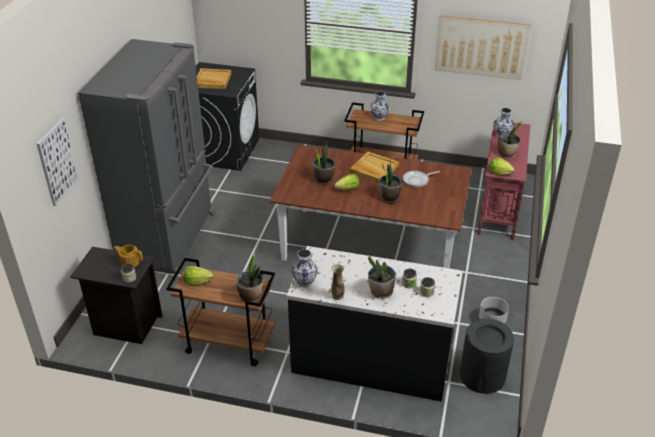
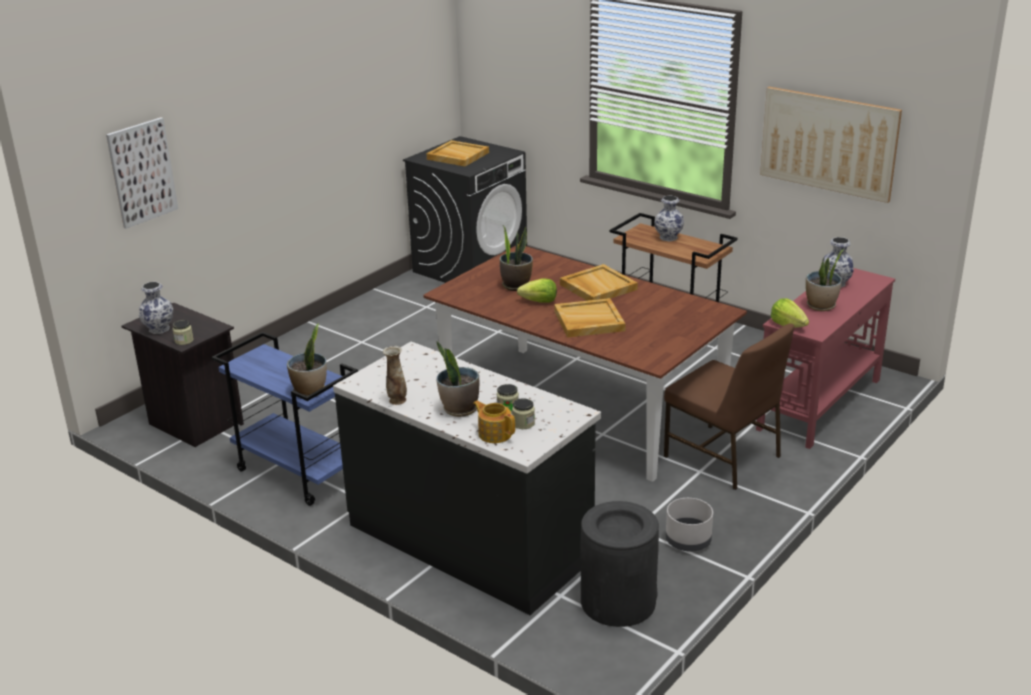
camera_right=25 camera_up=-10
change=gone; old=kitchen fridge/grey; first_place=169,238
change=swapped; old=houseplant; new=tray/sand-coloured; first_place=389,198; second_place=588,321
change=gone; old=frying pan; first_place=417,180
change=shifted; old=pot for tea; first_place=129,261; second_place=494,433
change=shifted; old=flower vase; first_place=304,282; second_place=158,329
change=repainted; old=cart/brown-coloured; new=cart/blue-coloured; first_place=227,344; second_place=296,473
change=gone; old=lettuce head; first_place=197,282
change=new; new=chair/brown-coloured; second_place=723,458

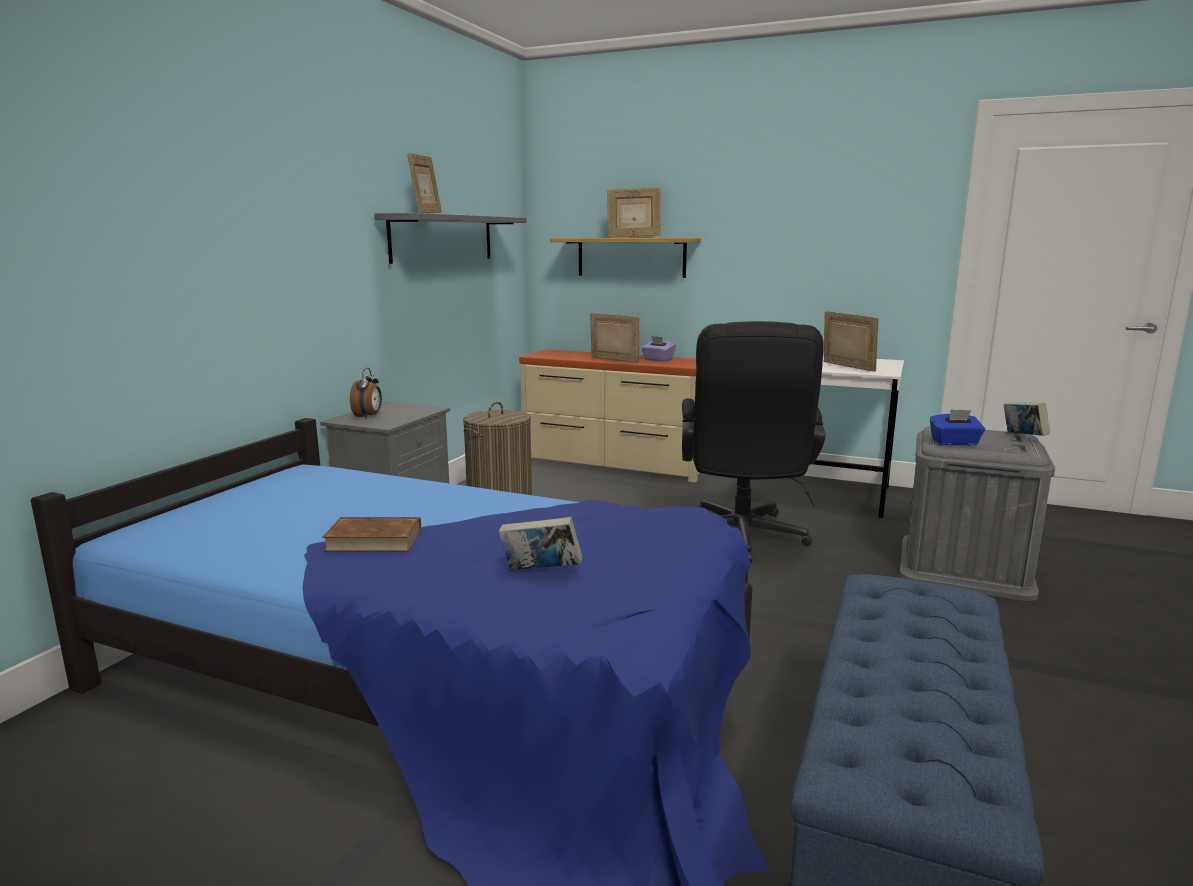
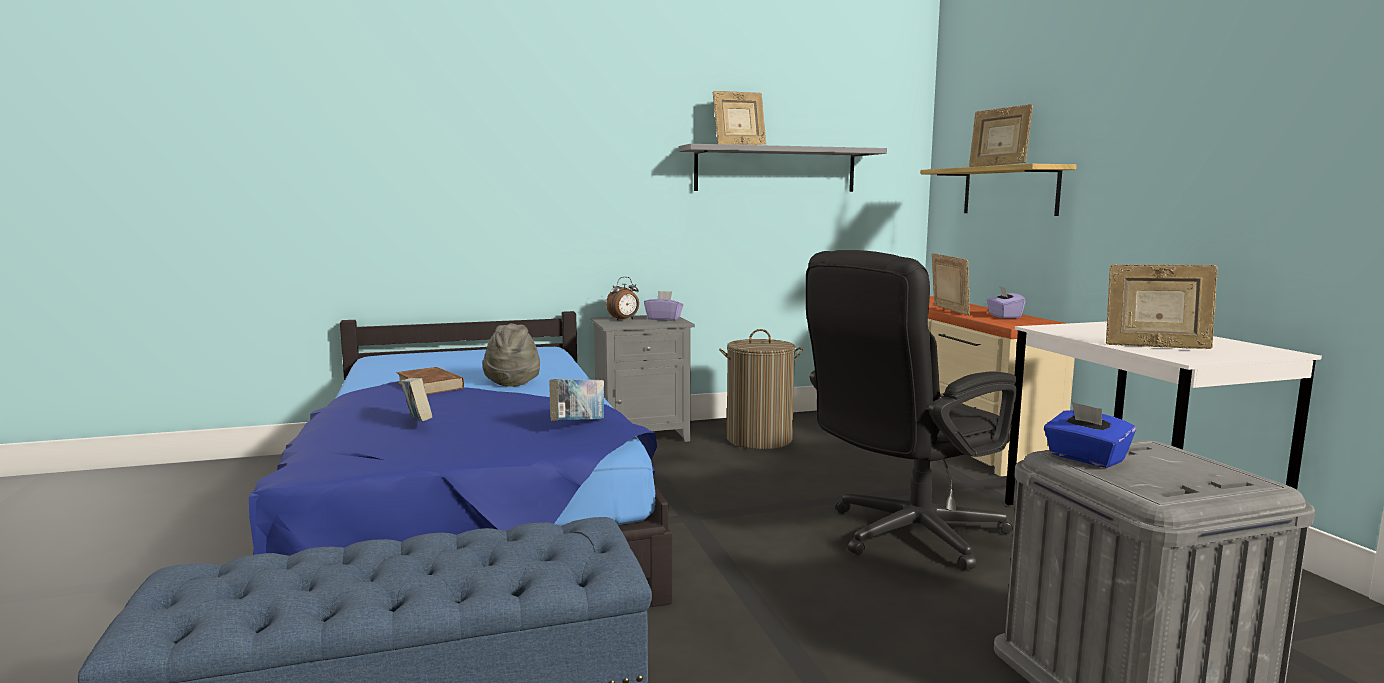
camera_right=50 camera_up=-5
change=rotated; old=picture frame; first_place=847,368; second_place=1155,347; degrees=105
change=shifted; old=bound book; first_place=1023,437; second_place=578,424
change=new; new=box of tissues/purple-coloured; second_place=664,319
change=new; new=clothing hat/grey; second_place=512,381

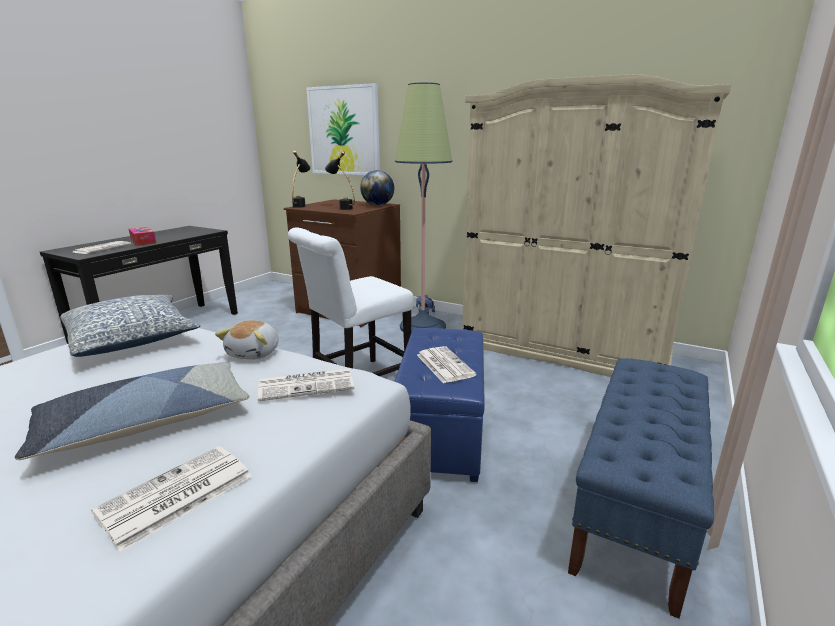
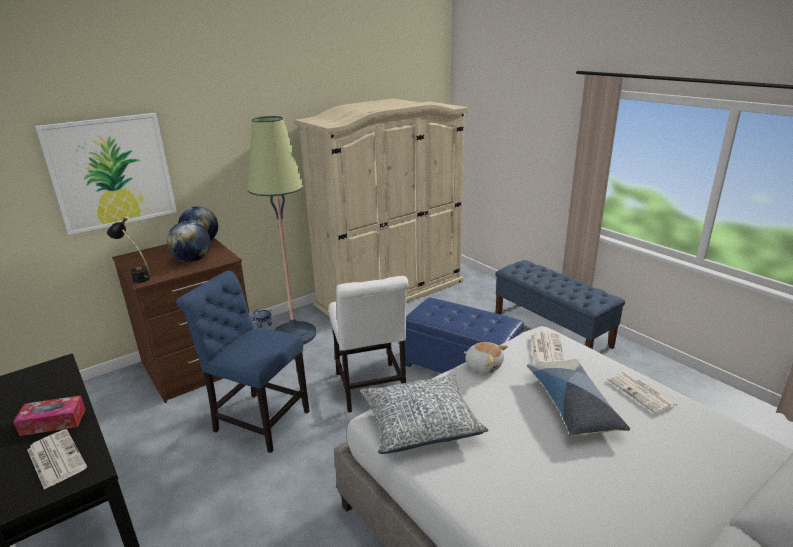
camera_right=-65 camera_up=5
change=swapped; old=table lamp/blackish; new=world globe; first_place=342,208; second_place=192,260
change=gone; old=newspaper; first_place=444,365
change=new; new=chair/blue-coloured; second_place=258,420

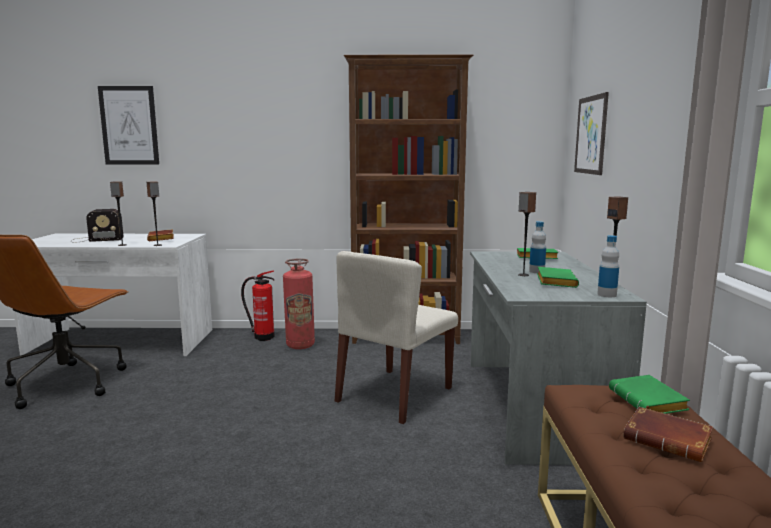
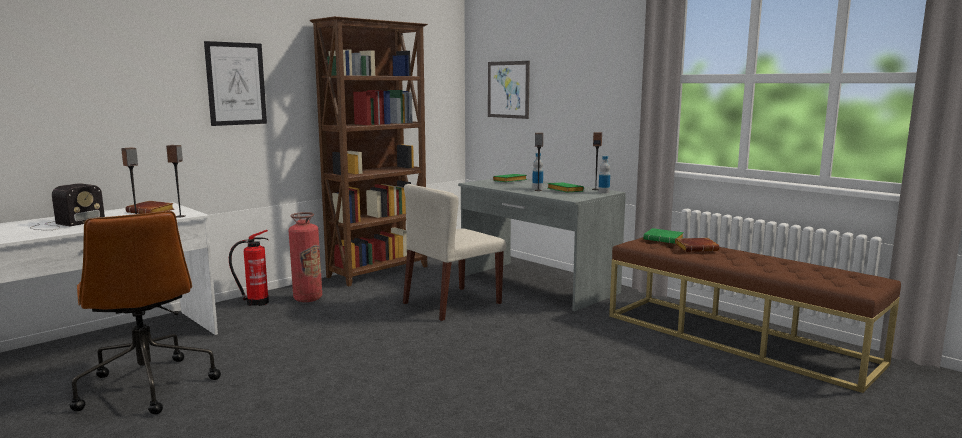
camera_right=-45 camera_up=0
change=shifted; old=wall picture; first_place=129,125; second_place=236,84
change=rotated; old=chair/sand-coloured; first_place=394,395; second_place=452,303; degrees=60

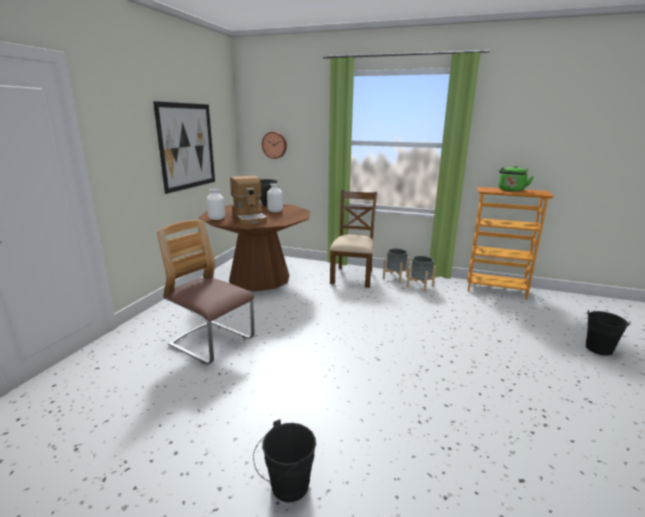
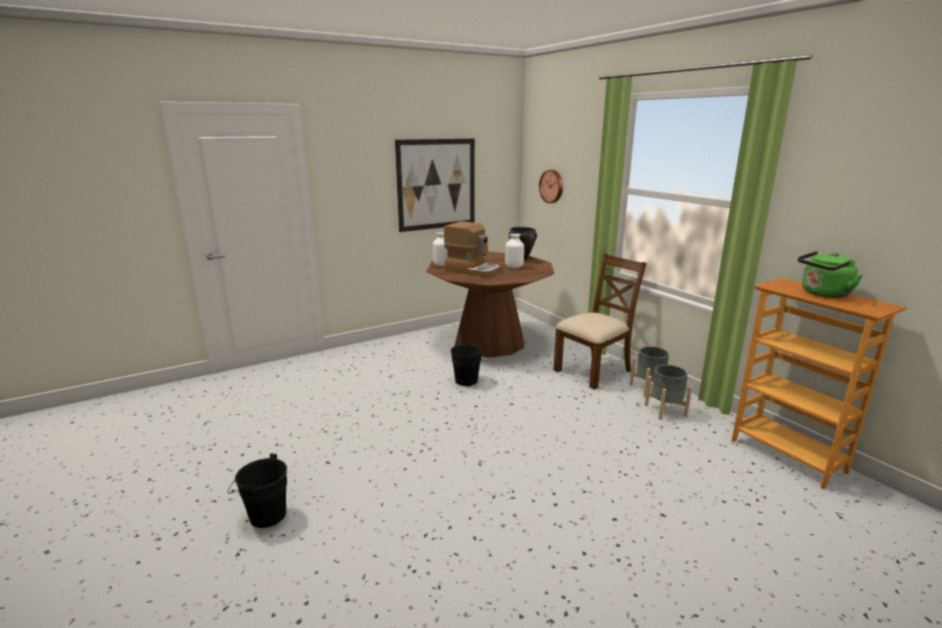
camera_right=40 camera_up=0
change=rotated; old=coffee brewer; first_place=250,218; second_place=472,270; degrees=-75
change=gone; old=chair; first_place=212,343
change=shifted; old=bucket/blackish; first_place=599,348; second_place=469,380

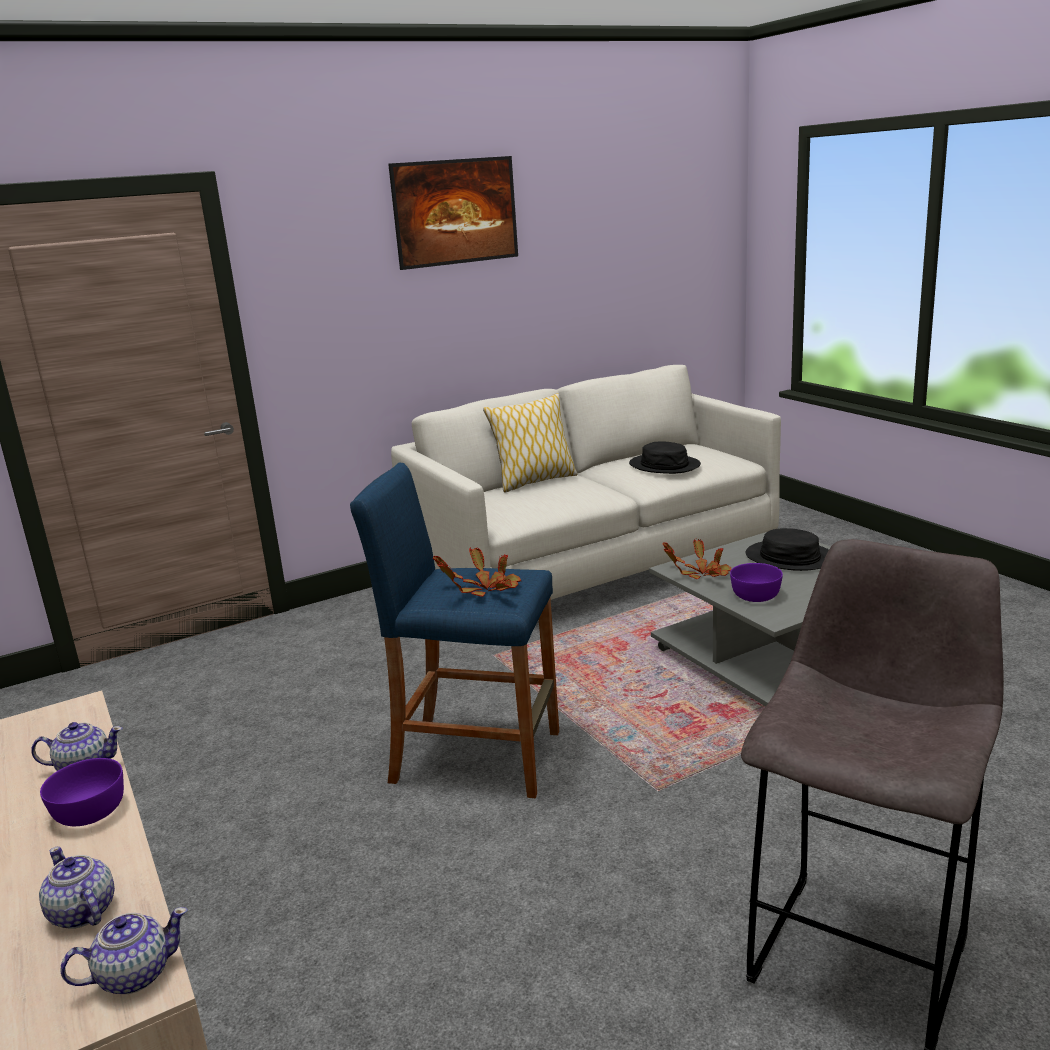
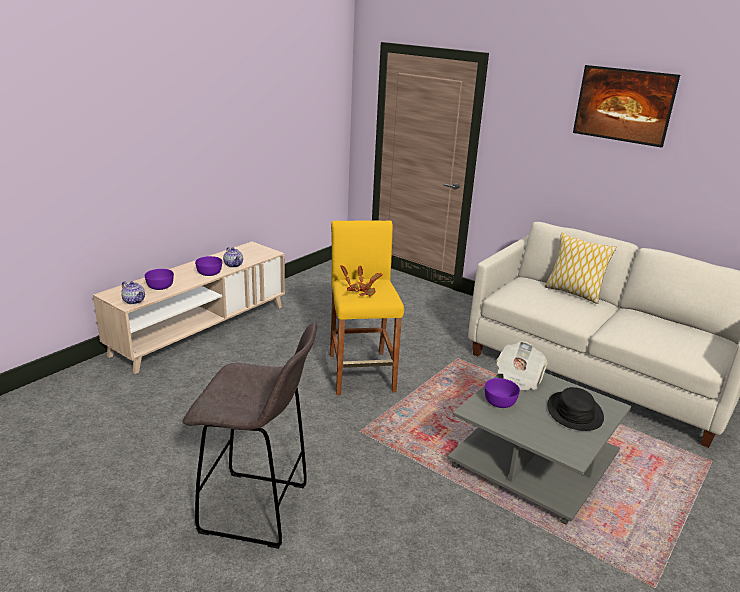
camera_right=65 camera_up=5
change=gone; old=clothing hat/blackish; first_place=664,465
change=repainted; old=stool seat/blue-coloured; new=stool seat/yellowish; first_place=477,756; second_place=361,373
change=swapped; old=houseplant; new=newspaper; first_place=700,573; second_place=518,379
change=swapped; old=pot for tea; new=deep dish/purple-coloured; first_place=82,913; second_place=159,286

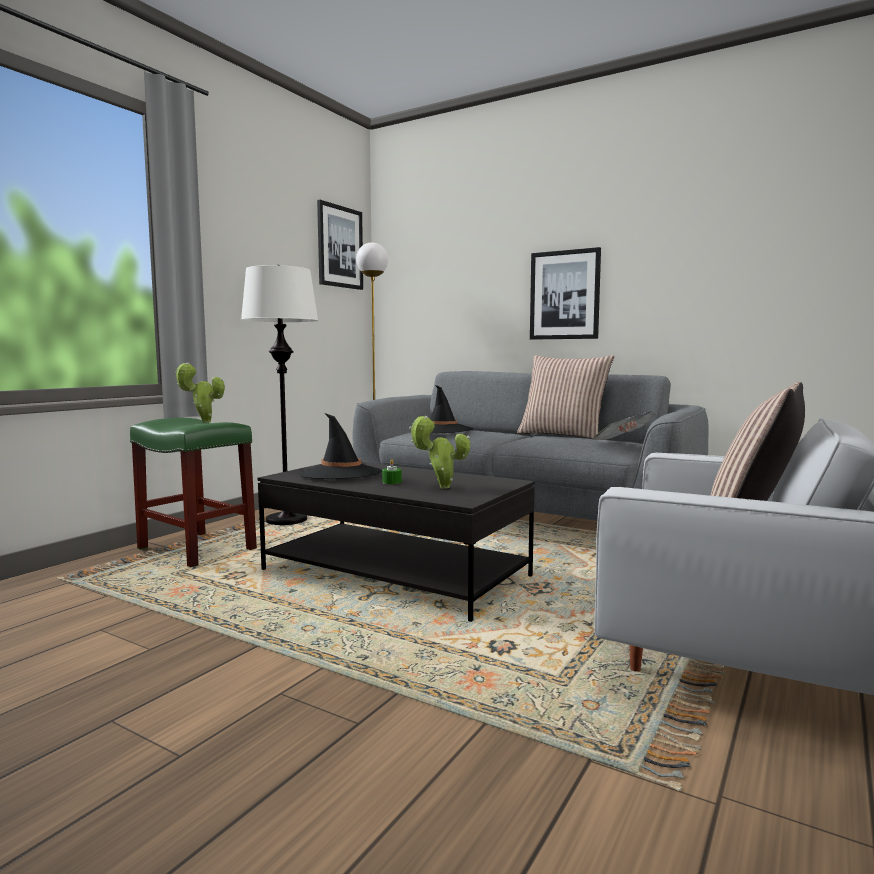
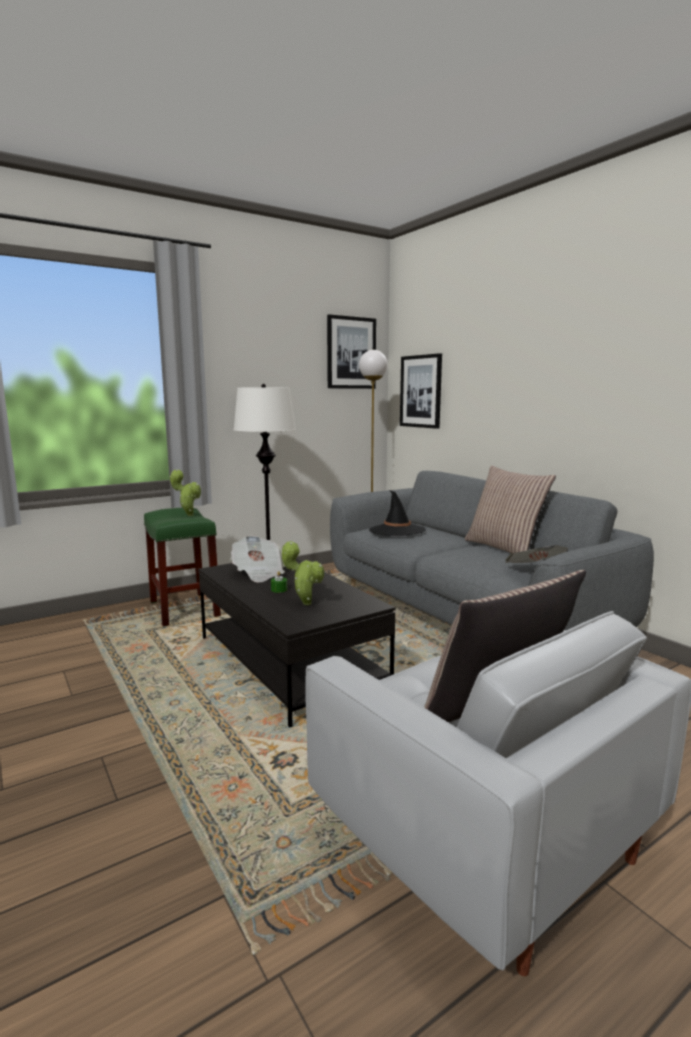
camera_right=25 camera_up=5
change=shifted; old=wall picture; first_place=564,295; second_place=421,391
change=swapped; old=clothing hat/blackish; new=newspaper; first_place=341,474; second_place=258,573

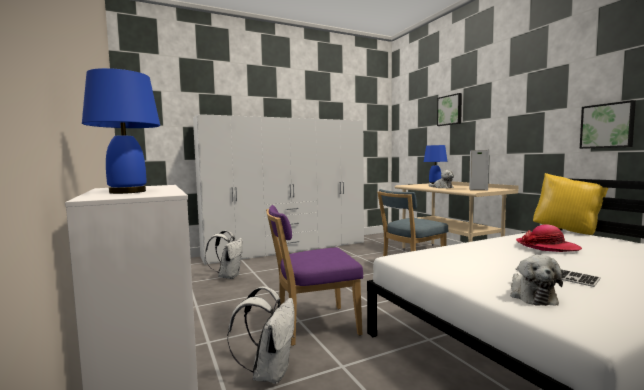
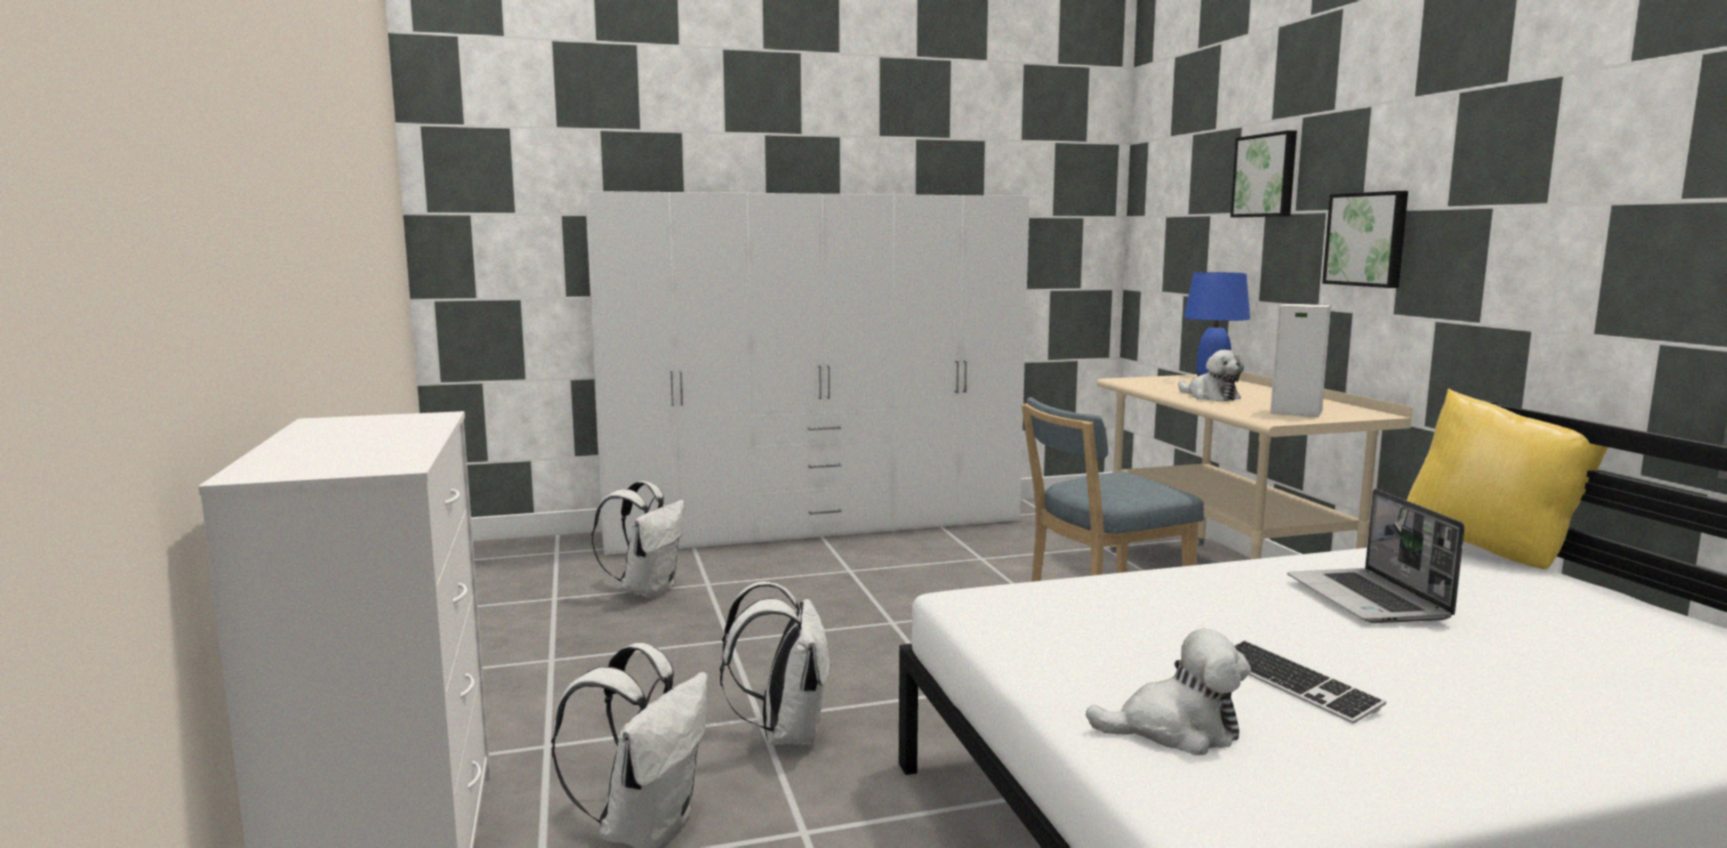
camera_right=10 camera_up=5
change=gone; old=table lamp/blue-coloured; first_place=127,192
change=shifted; old=wall picture; first_place=607,126; second_place=1367,239
change=swapped; old=chair/purple-coloured; new=knapsack/white-coloured; first_place=313,326; second_place=785,733
change=swapped; old=clothing hat; new=portable computer; first_place=547,247; second_place=1369,599
change=rotated; old=cuddly toy; first_place=531,295; second_place=1175,731; degrees=-105

